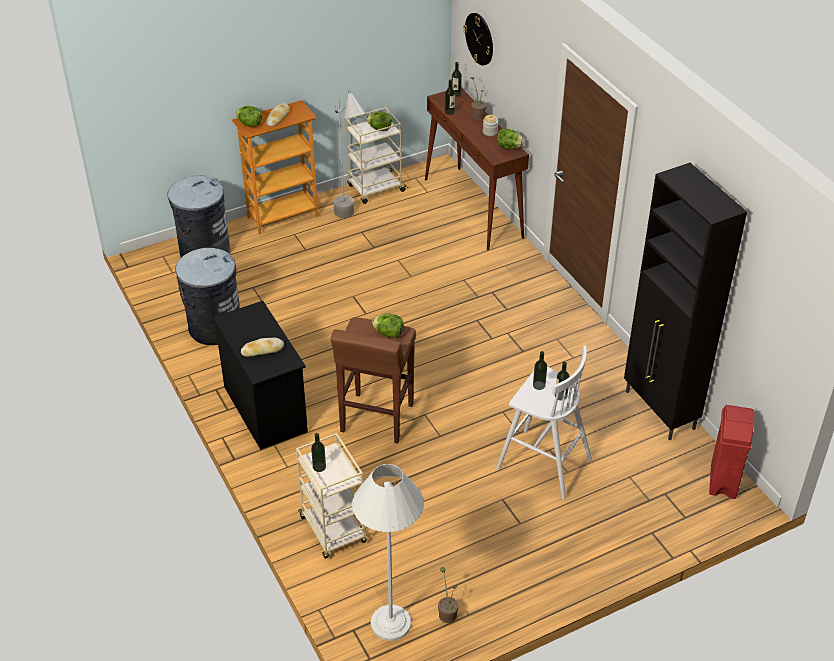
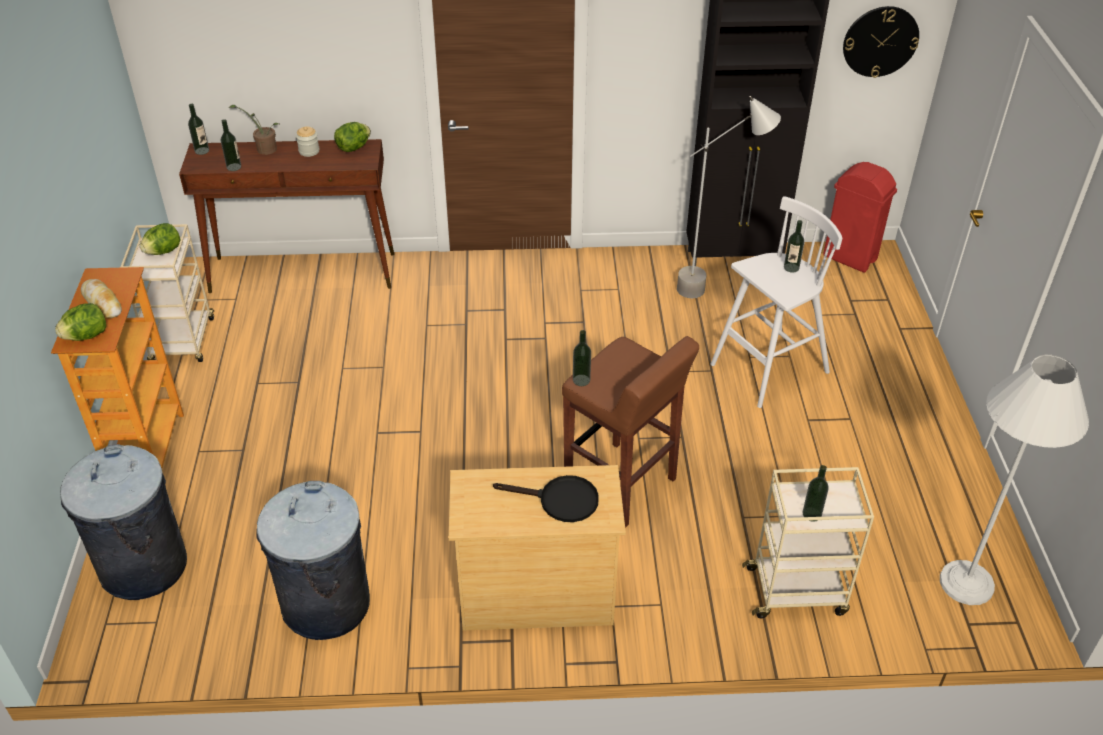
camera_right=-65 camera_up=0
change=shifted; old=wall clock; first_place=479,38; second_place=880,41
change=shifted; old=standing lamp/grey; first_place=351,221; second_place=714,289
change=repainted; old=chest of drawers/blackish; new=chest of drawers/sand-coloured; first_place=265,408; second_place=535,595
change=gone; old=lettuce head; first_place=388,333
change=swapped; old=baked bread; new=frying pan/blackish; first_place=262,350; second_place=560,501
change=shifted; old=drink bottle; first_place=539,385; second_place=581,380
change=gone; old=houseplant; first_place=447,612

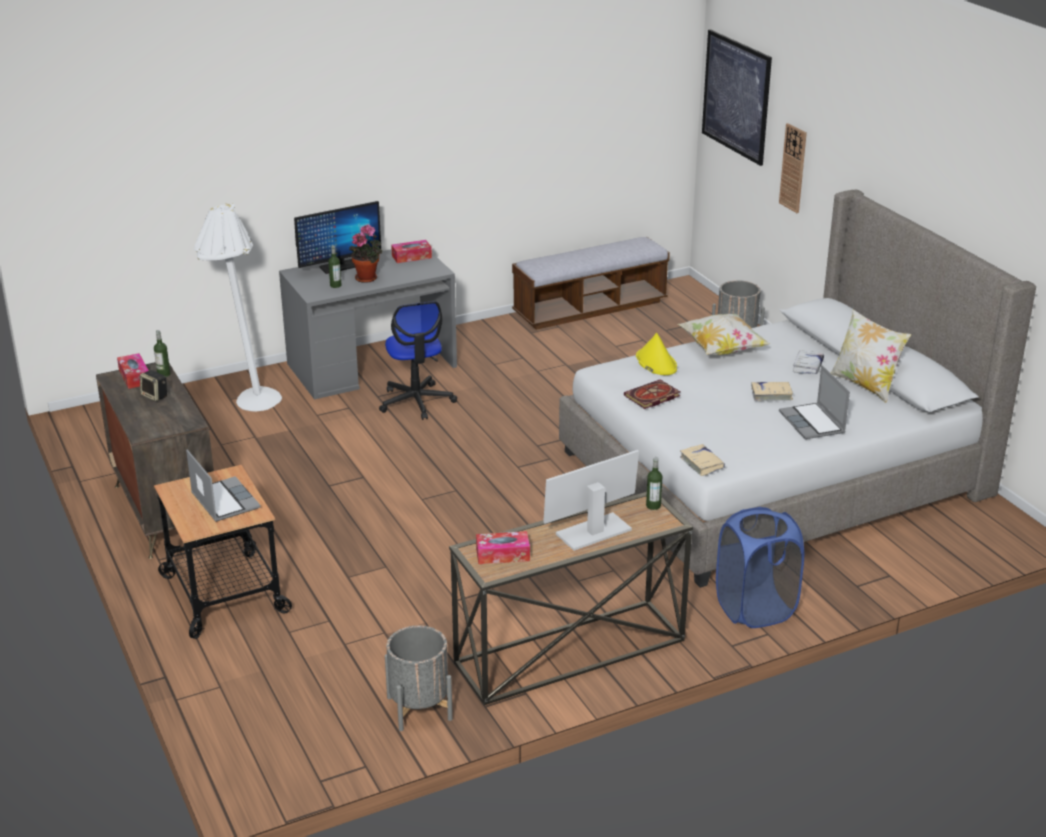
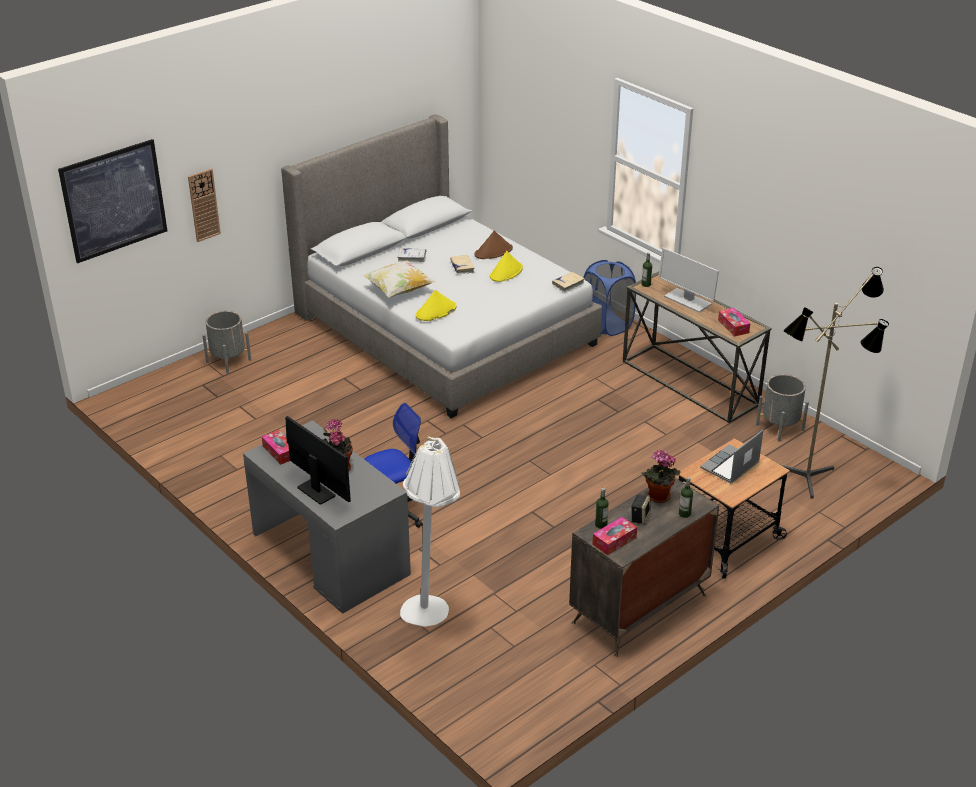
camera_right=-105 camera_up=5
change=gone; old=indoor bench; first_place=590,308
change=shifted; old=drink bottle; first_place=335,285; second_place=684,514
change=gone; old=cushion; first_place=865,385
change=swapped; old=portable computer; new=clothing hat/brown-coloured; first_place=813,423; second_place=493,252
change=gone; old=bound book; first_place=651,397
change=new; new=clothing hat/yellowish; second_place=506,272
change=new; new=standing lamp; second_place=812,481
change=new; new=houseplant; second_place=658,497

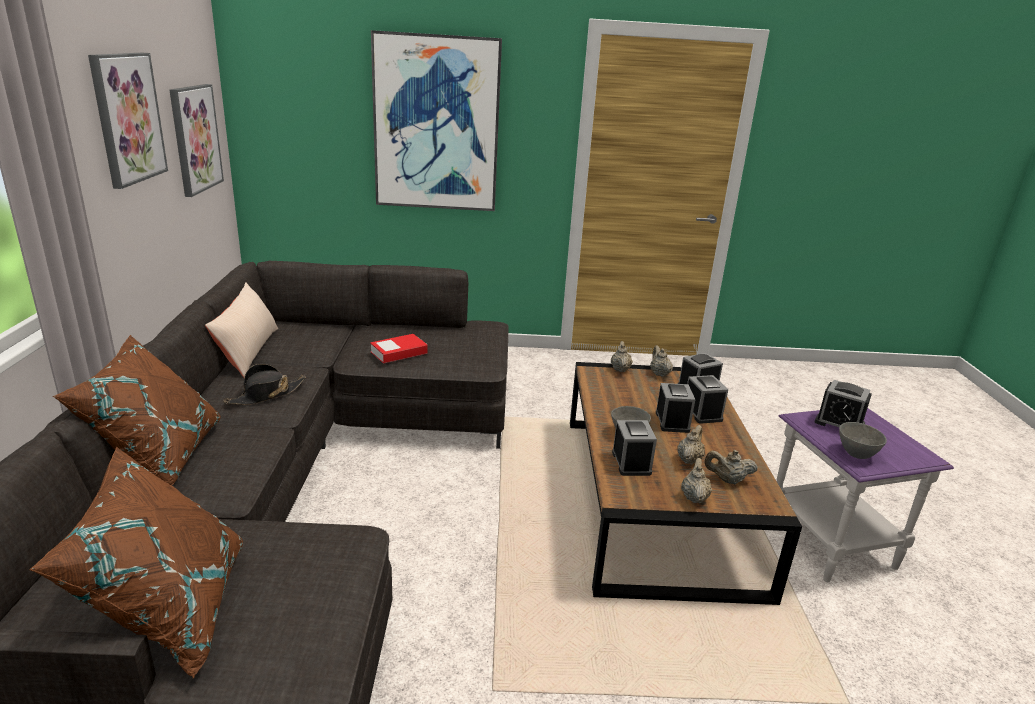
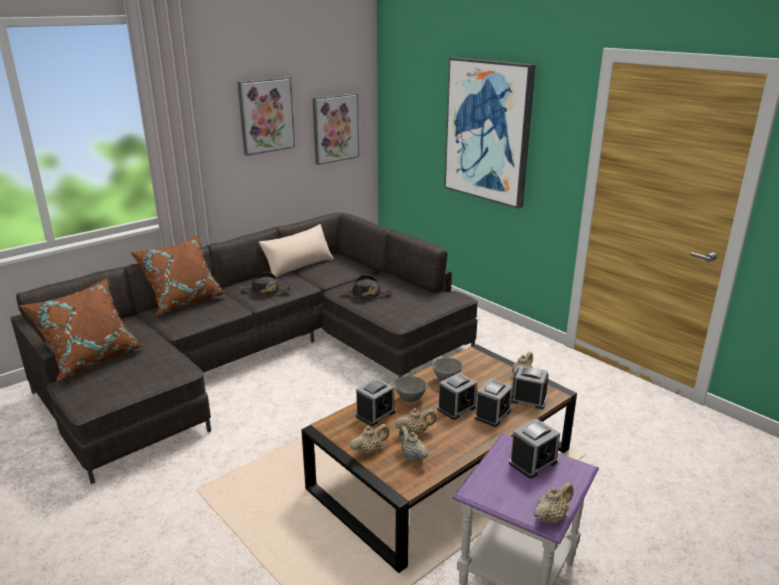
camera_right=50 camera_up=0
change=swapped; old=bound book; new=clothing hat/blackish; first_place=399,353; second_place=366,294
change=shifted; old=pot for tea/sand-coloured; first_place=620,369; second_place=551,517
change=rotated; old=table clock; first_place=839,423; second_place=533,462; degrees=-120
change=shifted; old=deep dish/grey; first_place=855,454; second_place=446,379

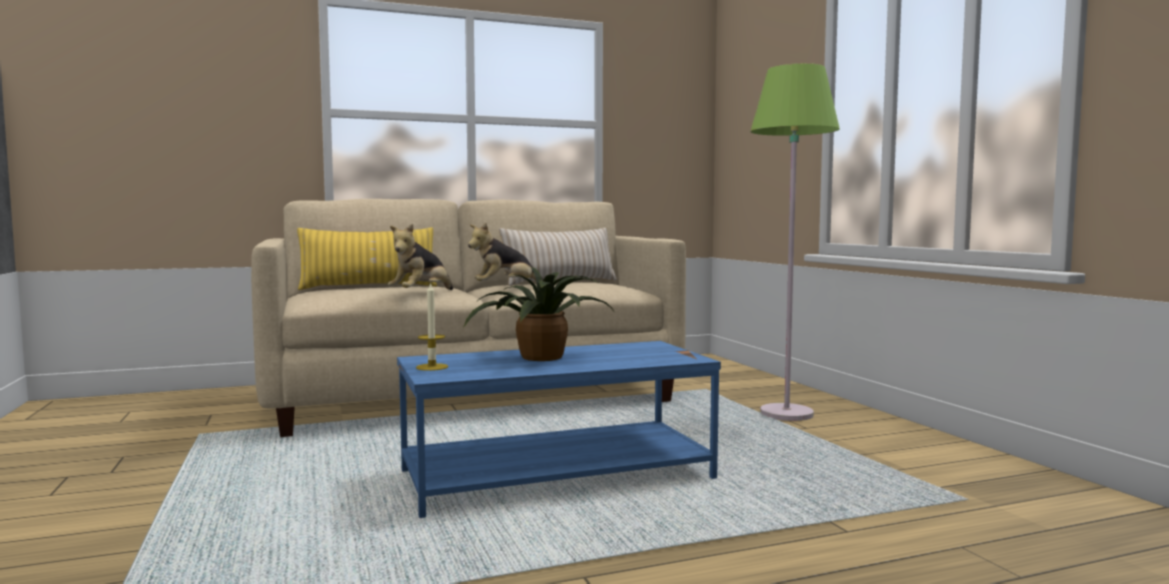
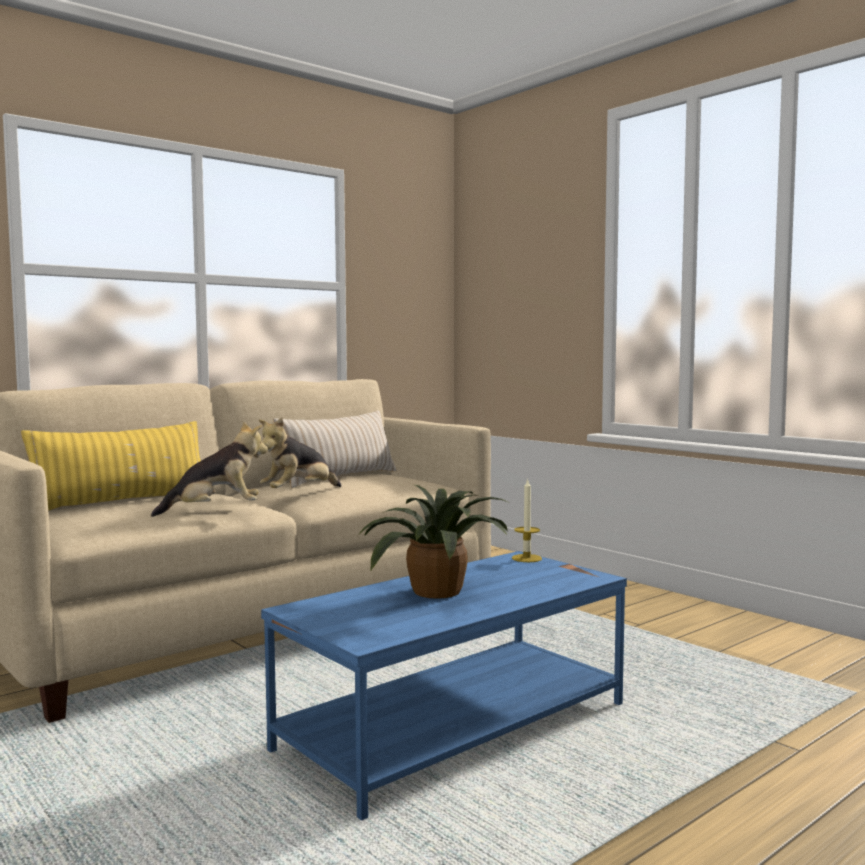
camera_right=-20 camera_up=0
change=gone; old=standing lamp/green; first_place=787,414
change=rotated; old=cuddly toy; first_place=421,294; second_place=216,512; degrees=-120
change=shifted; old=wax light; first_place=432,367; second_place=526,558

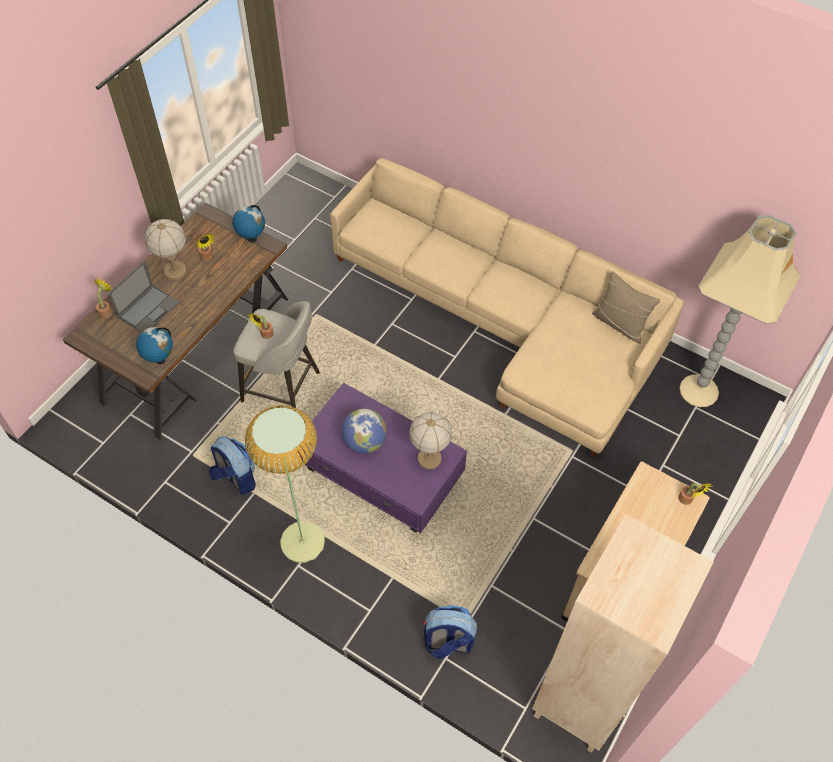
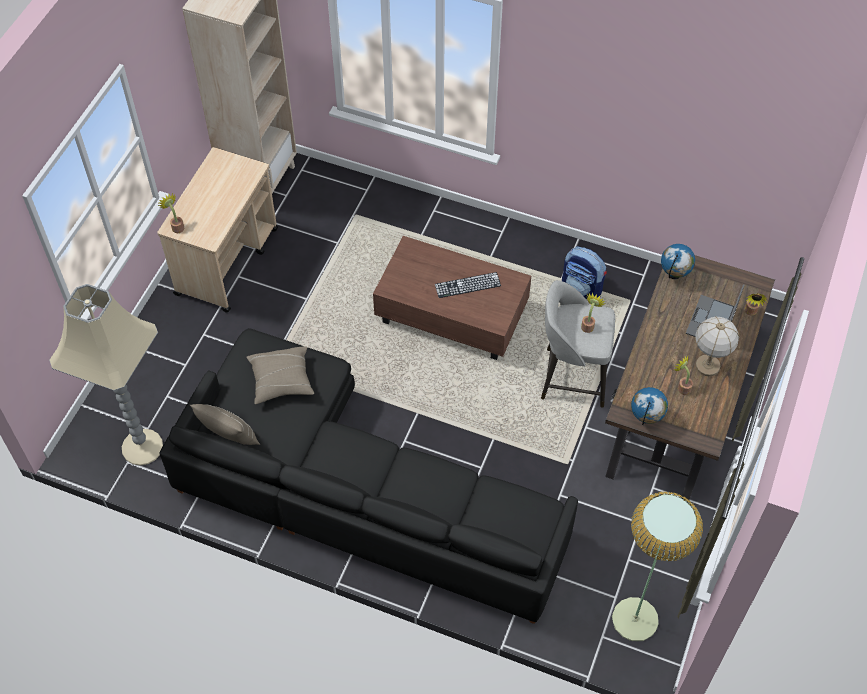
camera_right=170 camera_up=0
change=repainted; old=settee/sand-coloured; new=settee/blackish; first_place=505,321; second_place=355,493
change=repainted; old=low table/purple-coloured; new=low table/brown-coloured; first_place=382,473; second_place=450,313
change=shifted; old=standing lamp; first_place=302,542; second_place=635,619
change=swapped; old=world globe; new=keyboard; first_place=364,442; second_place=467,285
change=gone; old=table lamp; first_place=429,458
change=gone; old=knapsack; first_place=448,642
change=new; new=cushion/sand-coloured; second_place=281,381

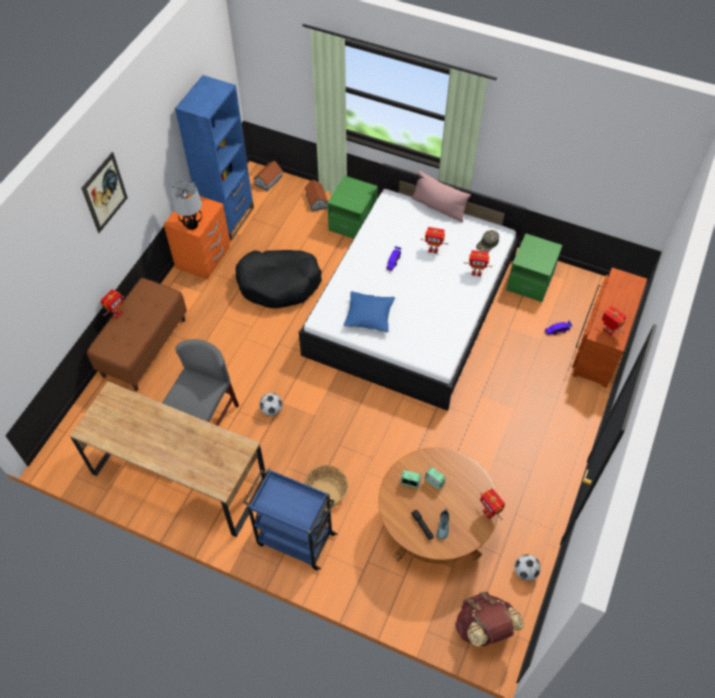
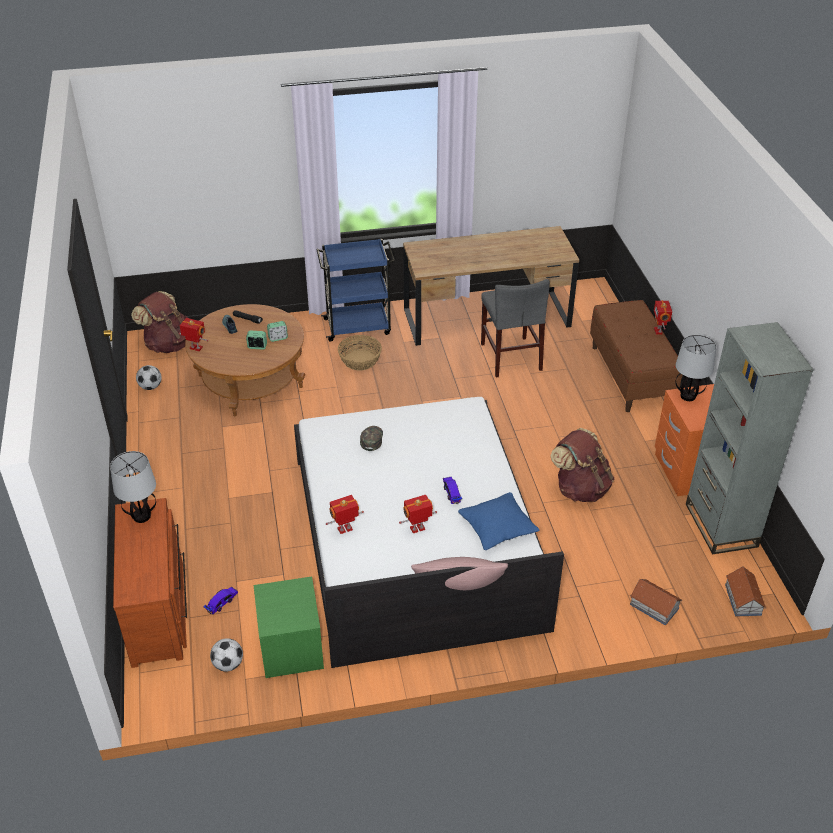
camera_right=145 camera_up=-15
change=repainted; old=shelving unit/blue-coloured; new=shelving unit/grey; first_place=228,219; second_place=721,525
change=gone; old=wall picture; first_place=105,192
change=gone; old=bedside table/green; first_place=352,222
change=shifted; old=cap/green; first_place=487,244; second_place=371,439
change=swapped; old=pet bed/blackish; new=knapsack/brown-coloured; first_place=279,283; second_place=580,488
change=shifted; old=cushion/blue-coloured; first_place=369,316; second_place=497,528
change=swapped; old=toy robot; new=table lamp; first_place=608,331; second_place=142,516
change=shifted; old=ball for football; first_place=271,410; second_place=228,664

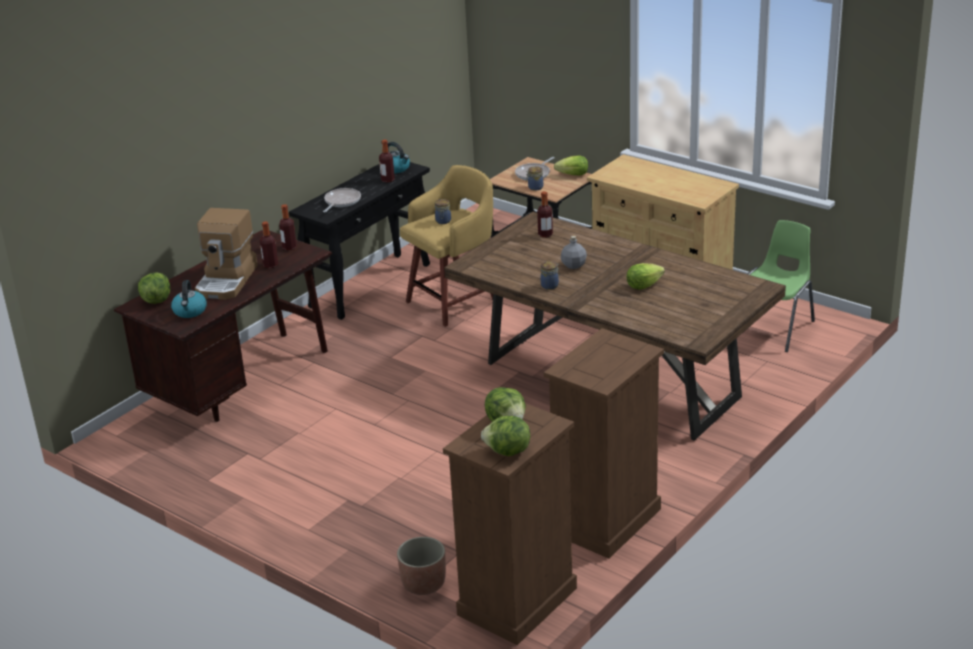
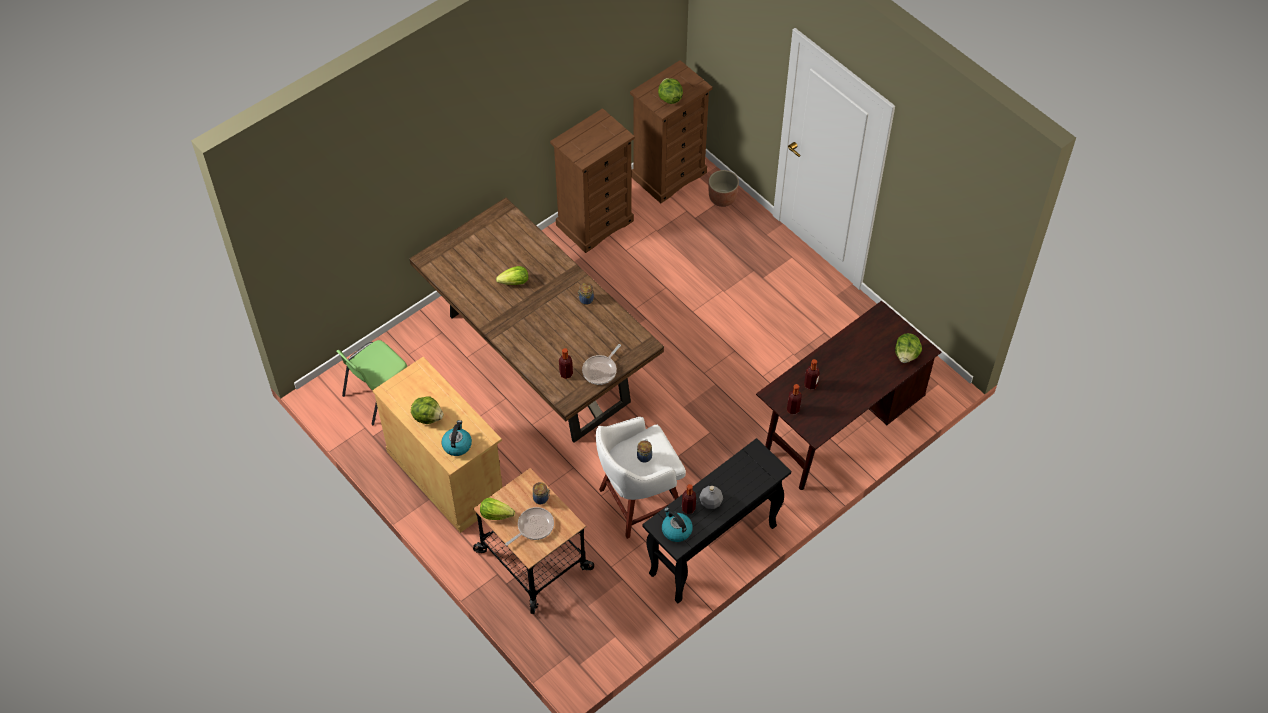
camera_right=-170 camera_up=25
change=repainted; old=stool seat/yellowish; new=stool seat/white-coloured; first_place=455,302; second_place=638,502
change=shifted; old=frying pan; first_place=341,202; second_place=601,370
change=gone; old=coffee brewer; first_place=227,280
change=shifted; old=drink bottle/grey; first_place=574,265; second_place=710,502
change=shifted; old=tea kettle; first_place=190,311; second_place=457,445
change=shifted; old=lettuce head; first_place=508,452; second_place=428,416

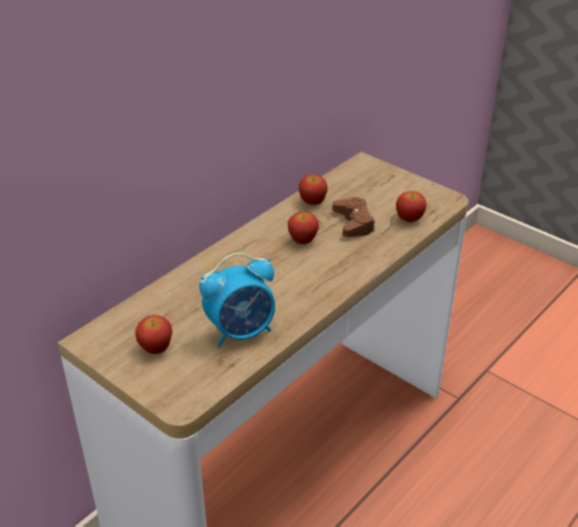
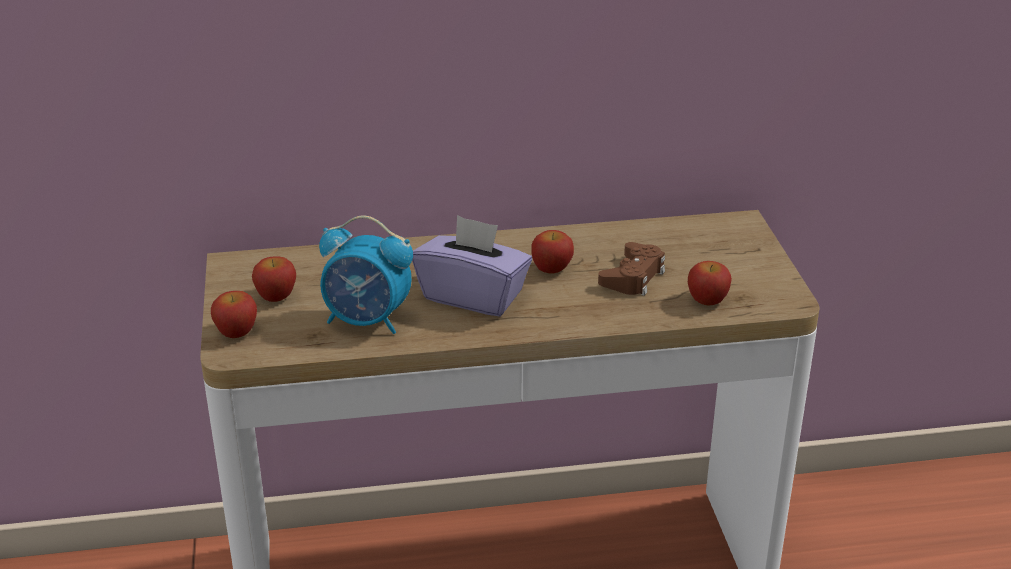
camera_right=40 camera_up=-5
change=shifted; old=apple; first_place=312,201; second_place=236,332
change=new; new=box of tissues/purple-coloured; second_place=473,296

